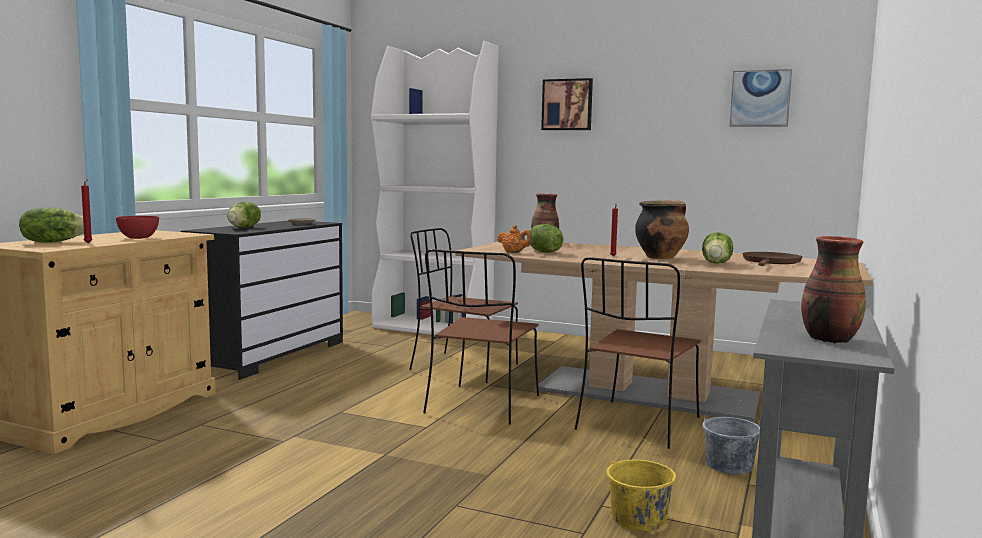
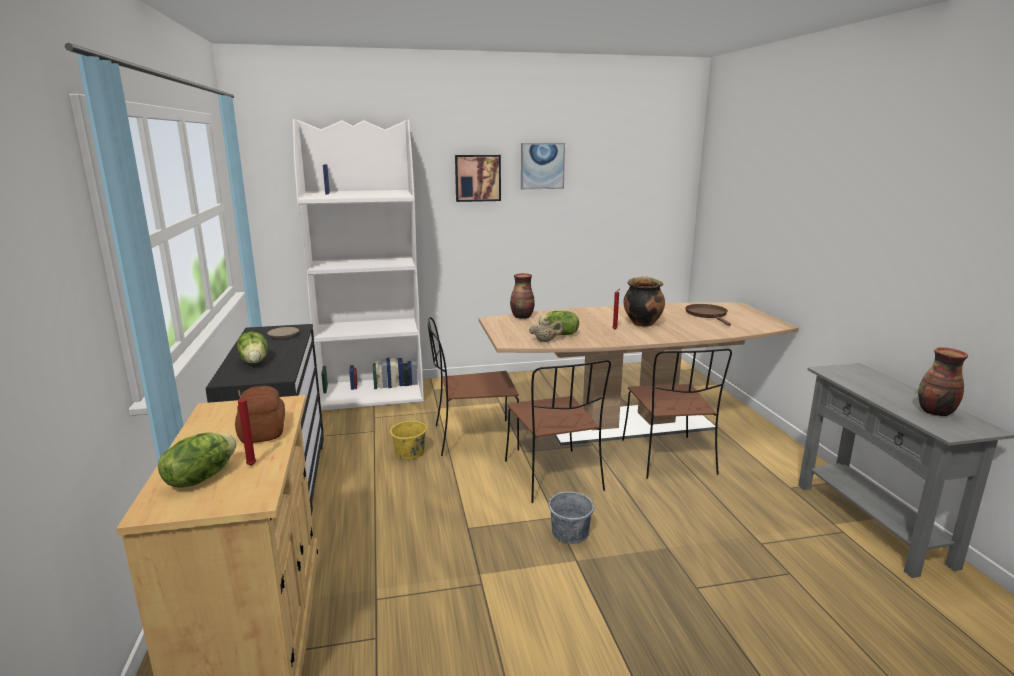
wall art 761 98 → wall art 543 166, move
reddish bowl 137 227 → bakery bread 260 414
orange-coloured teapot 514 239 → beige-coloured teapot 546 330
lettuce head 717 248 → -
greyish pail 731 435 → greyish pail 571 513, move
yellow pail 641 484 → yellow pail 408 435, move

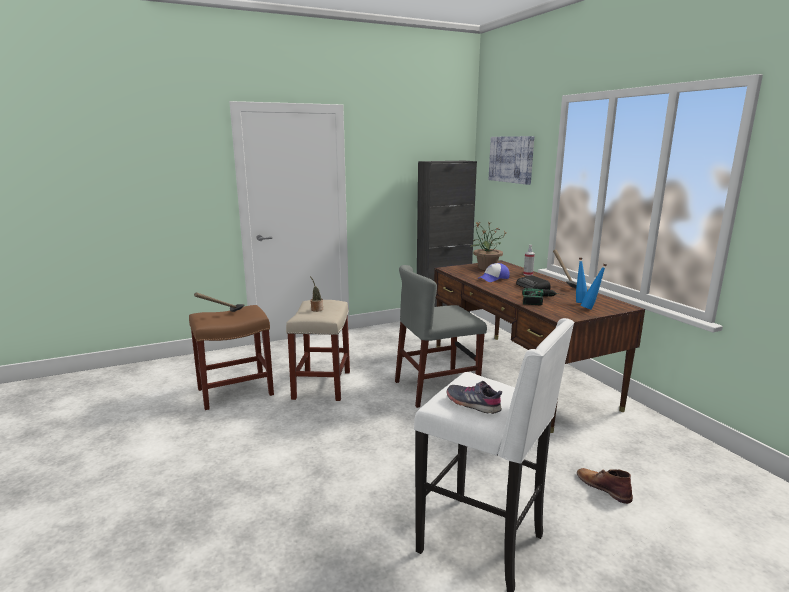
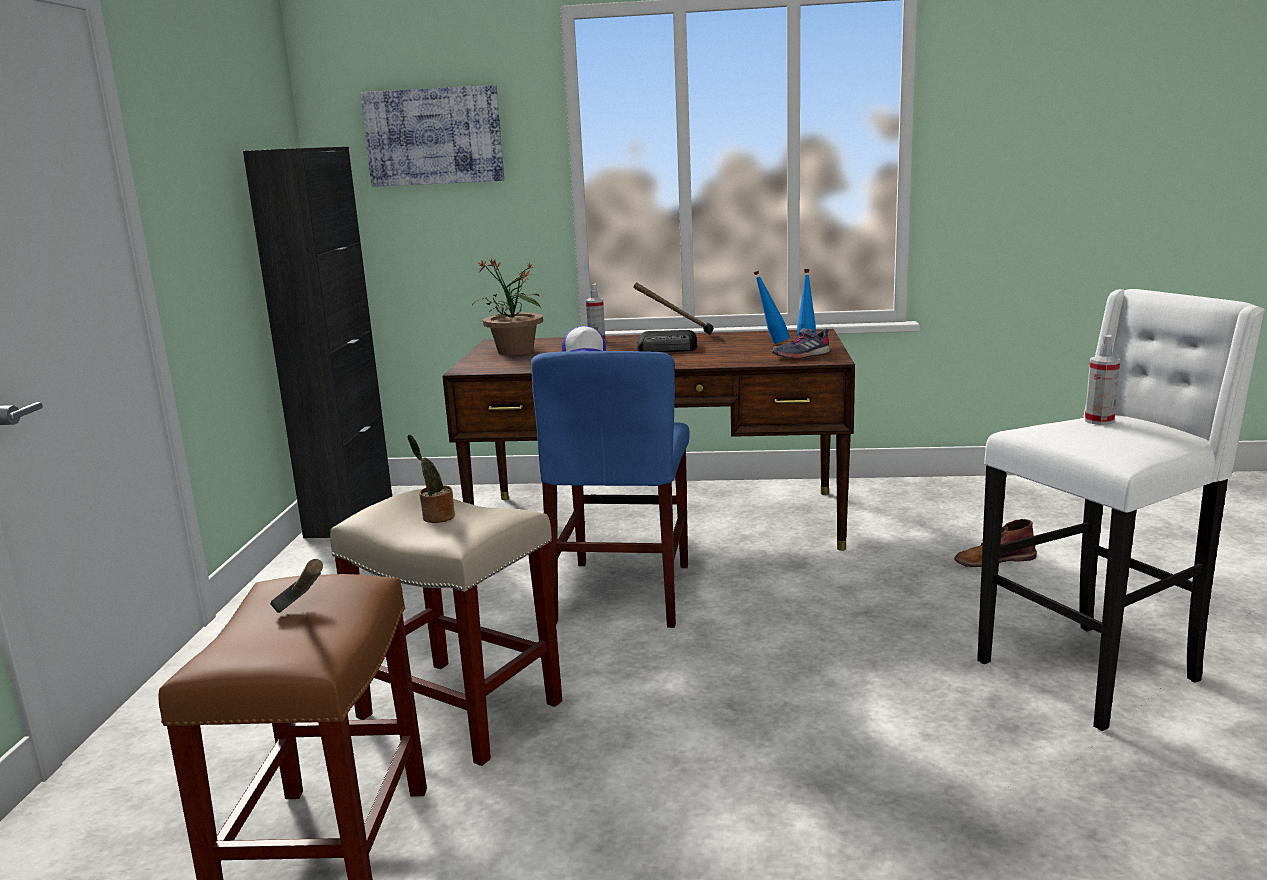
greyish upright chair 441 336 → blue upright chair 610 489
drill 540 296 → -
greyish low shoe 474 397 → greyish low shoe 801 343, move
- → hand sprayer 1102 380

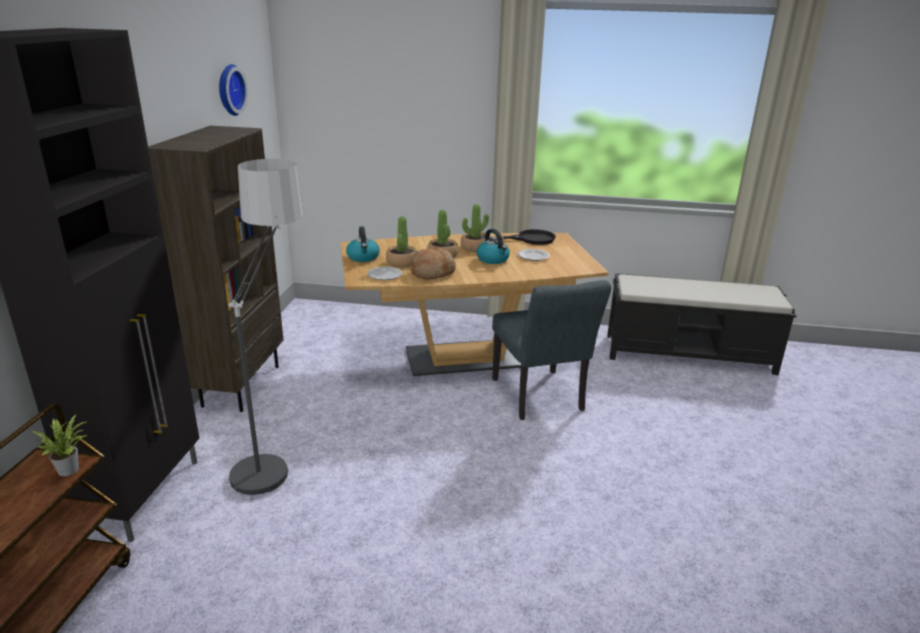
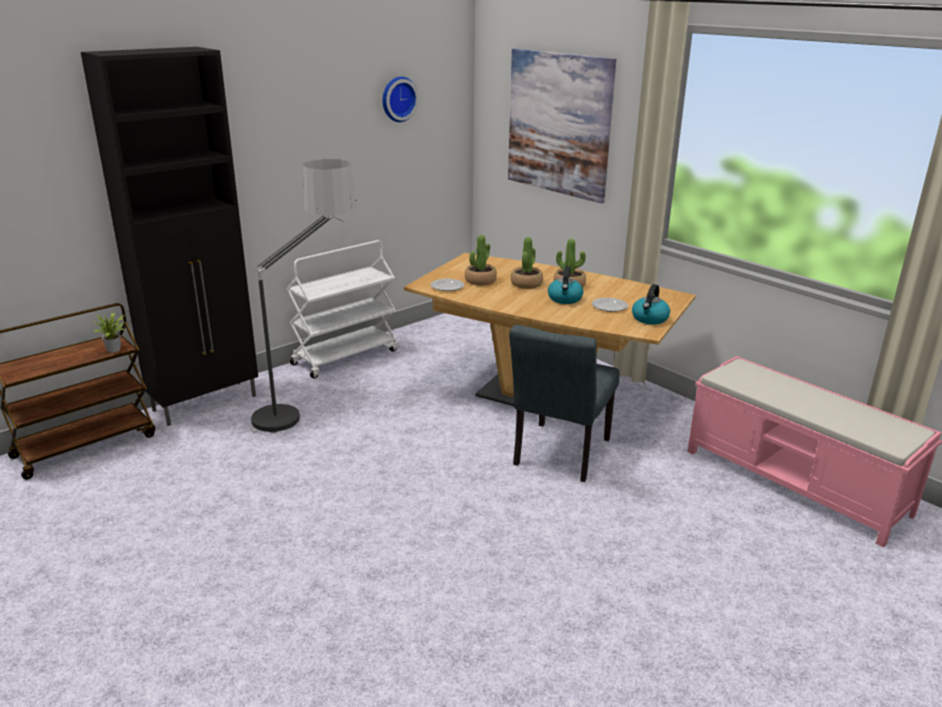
brownish bookshelf 215 269 → whitish trolley 342 309
kettle 363 244 → kettle 651 304, move
blackish pan 523 237 → -
bakery bread 433 263 → -
blackish bench 702 324 → pinkish bench 814 451
- → wall art 562 126

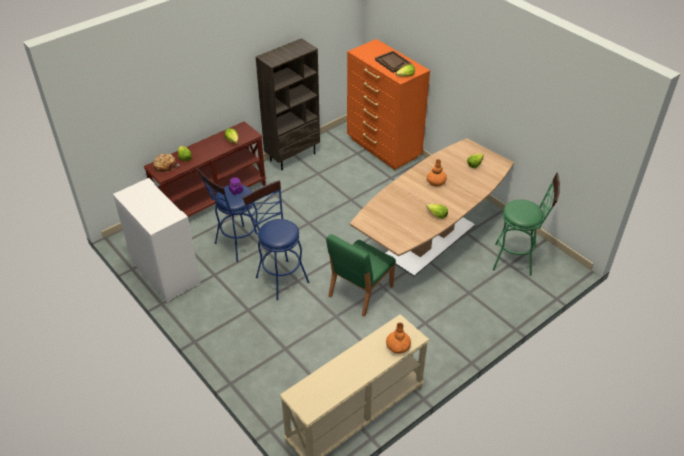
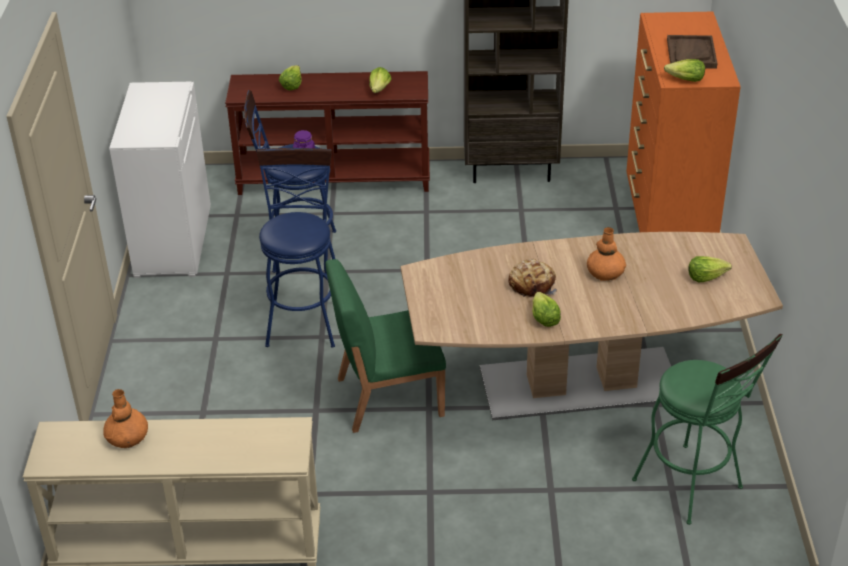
bakery bread 166 163 → bakery bread 532 278, move
orange-coloured decorative vase 398 338 → orange-coloured decorative vase 125 419, move

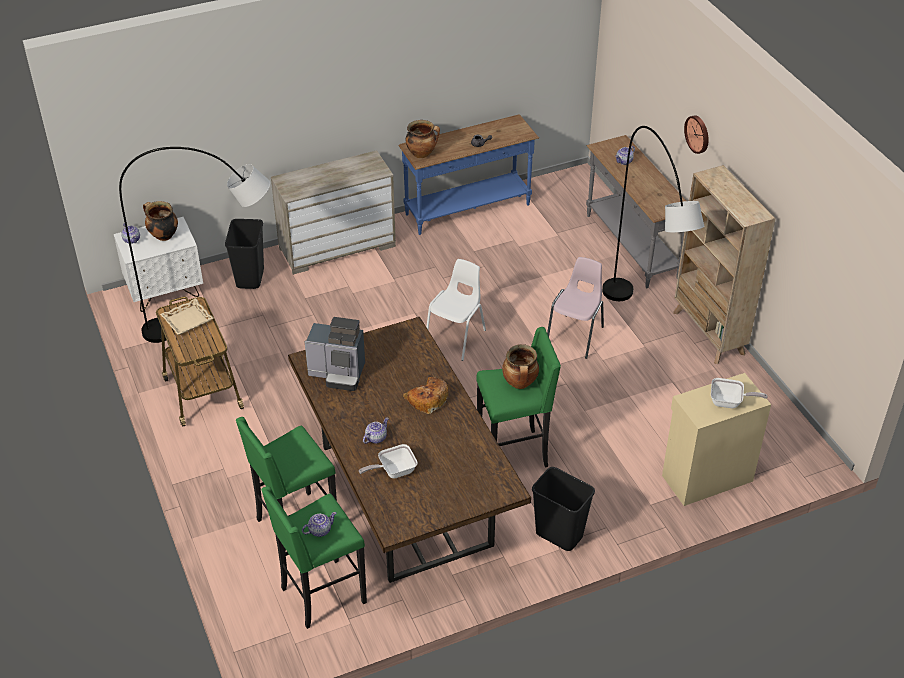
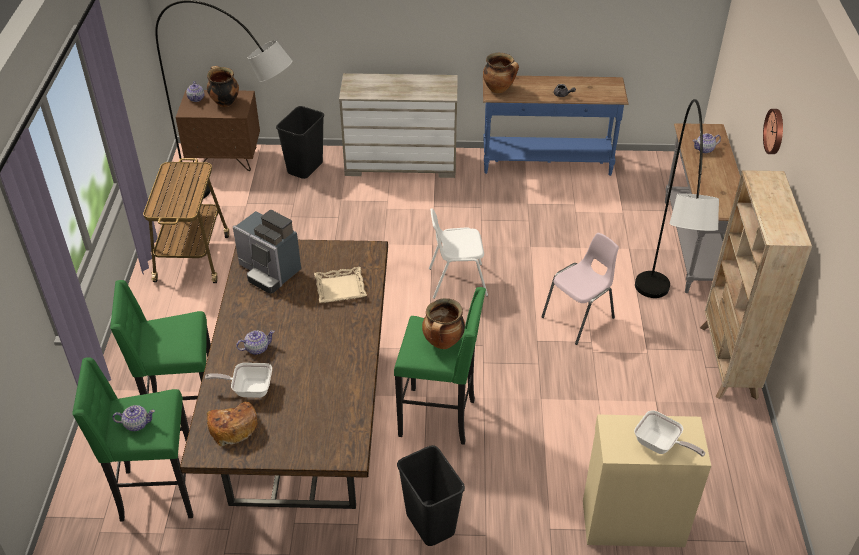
whitish nightstand 158 264 → brownish nightstand 217 130
whitish upright chair 456 310 → whitish upright chair 458 253, 150 degrees counterclockwise
beige-coloured serving tray 187 316 → beige-coloured serving tray 340 285, move
bakery bread 425 395 → bakery bread 232 423, move

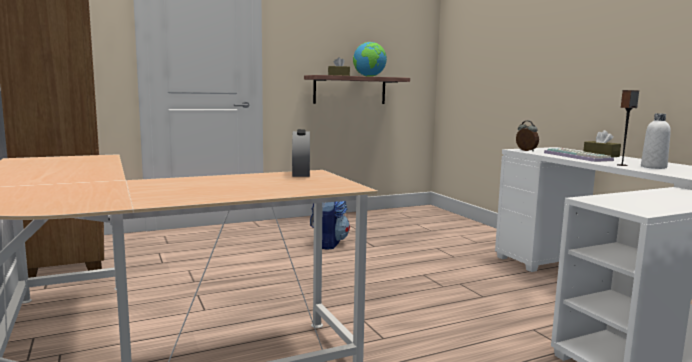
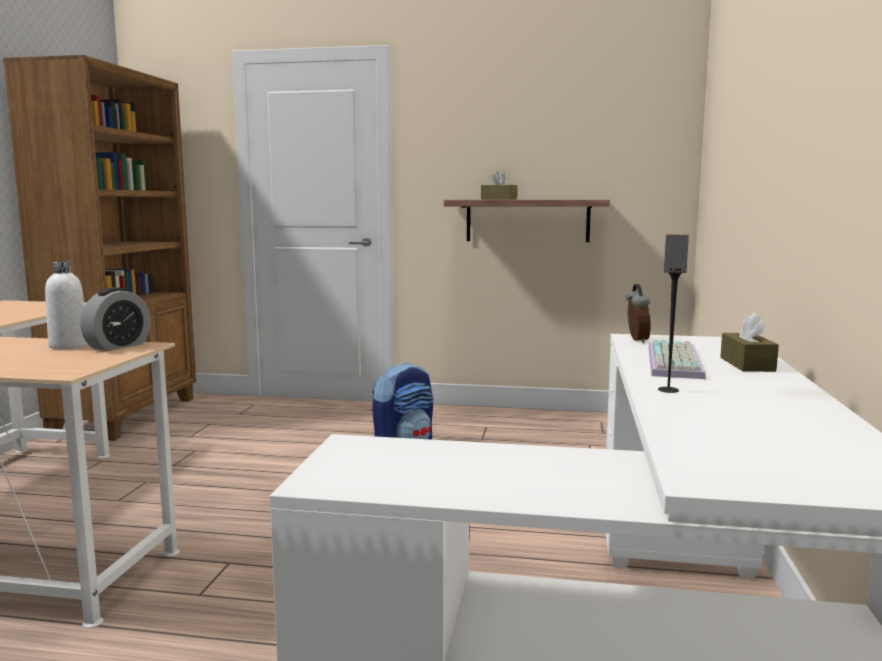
globe 370 59 → -
whitish drink bottle 656 141 → whitish drink bottle 66 305, move

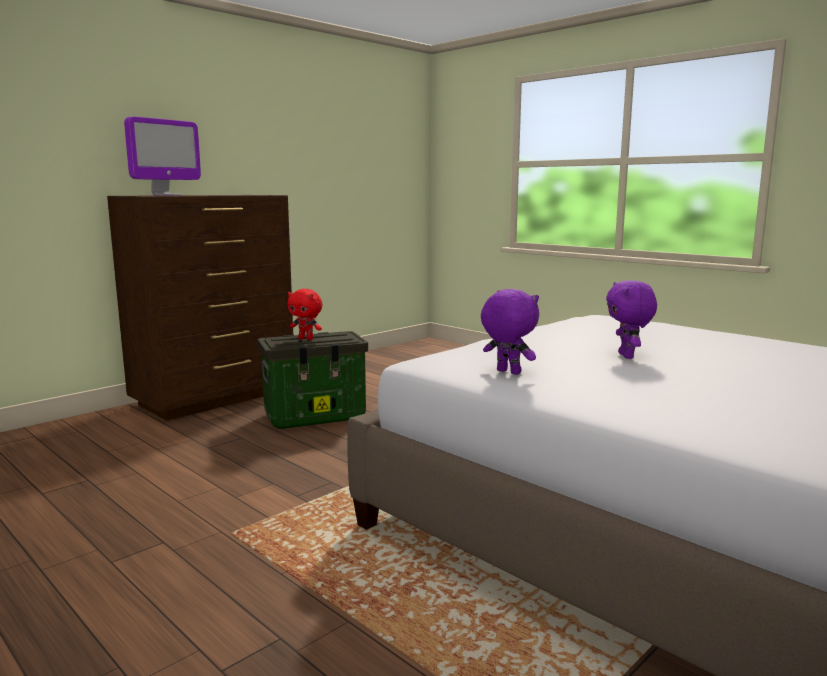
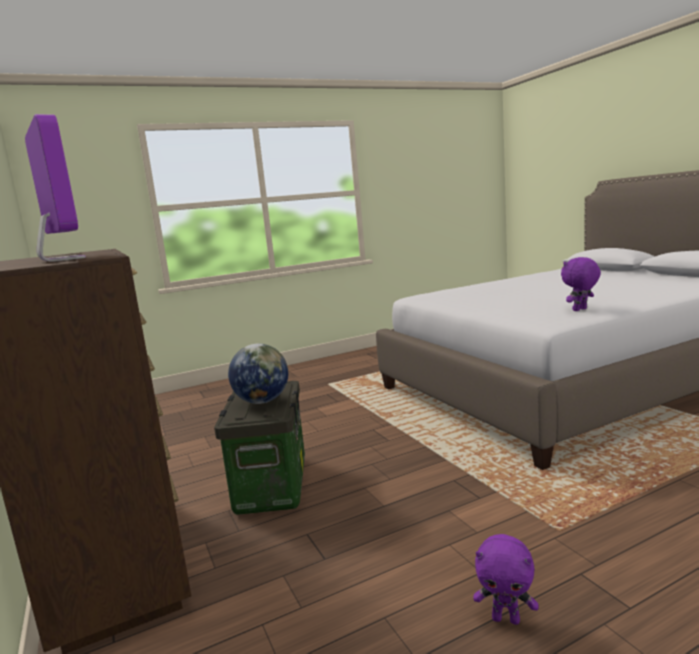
purplish cuddly toy 631 319 → purplish cuddly toy 506 579, move
reddish cuddly toy 304 314 → globe 258 374

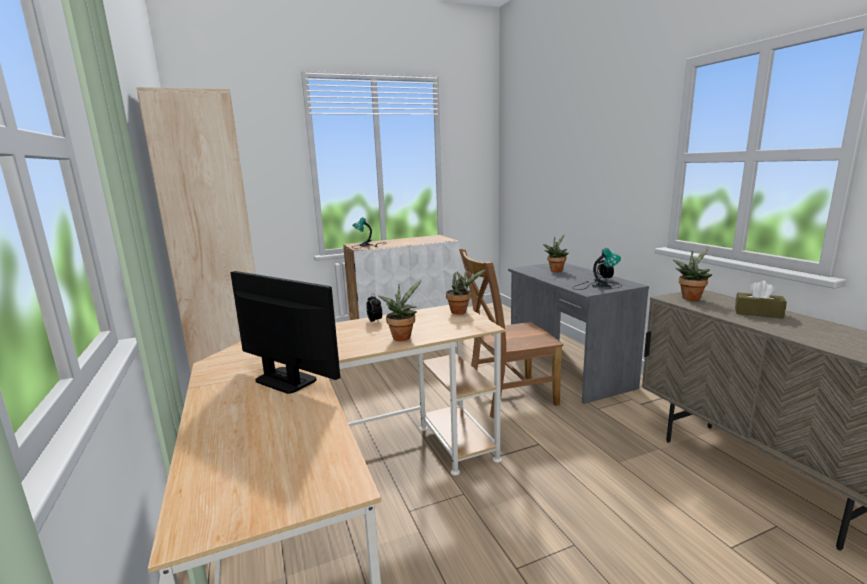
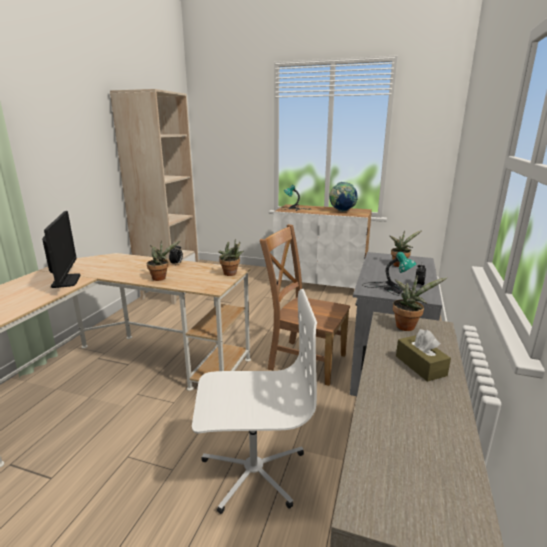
- → globe 343 197
- → whitish computer chair 254 401

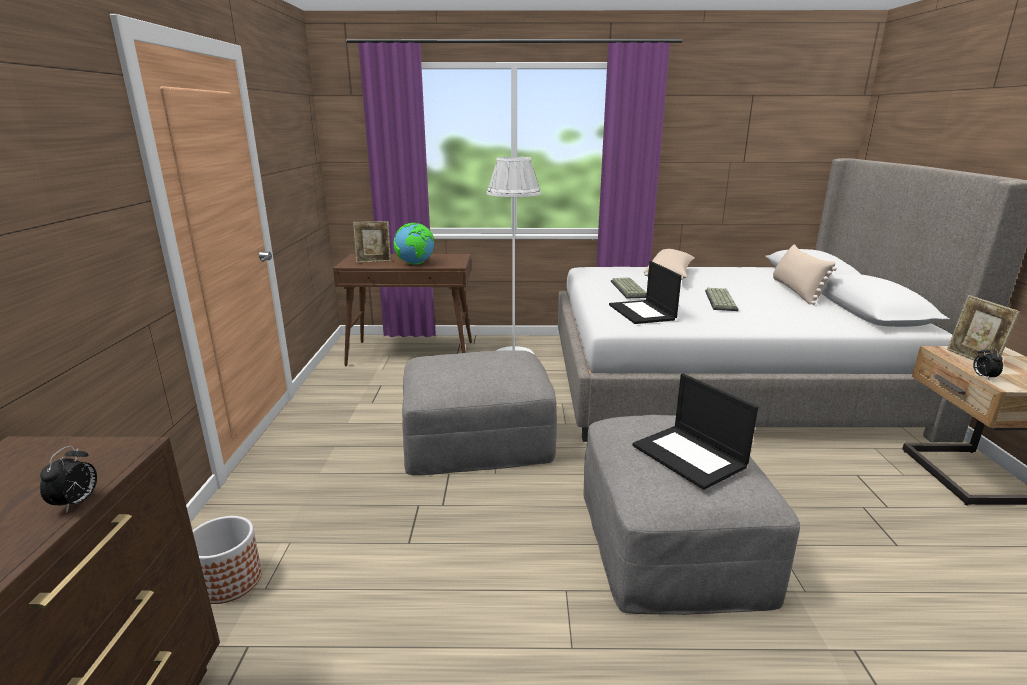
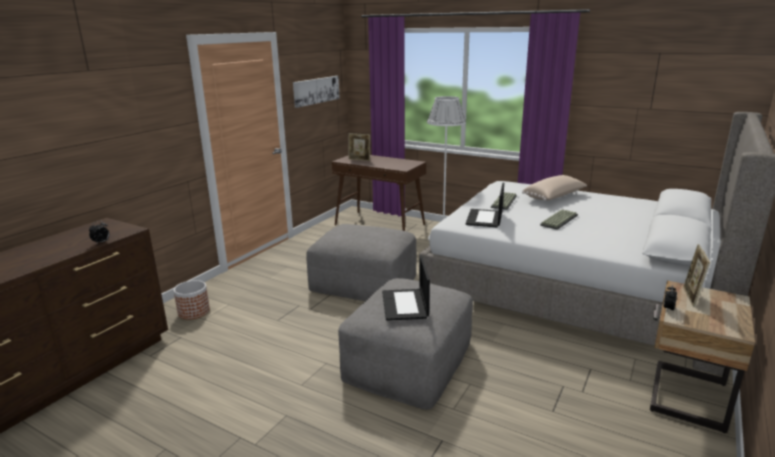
globe 414 244 → -
beige-coloured cushion 805 274 → -
- → wall art 316 92

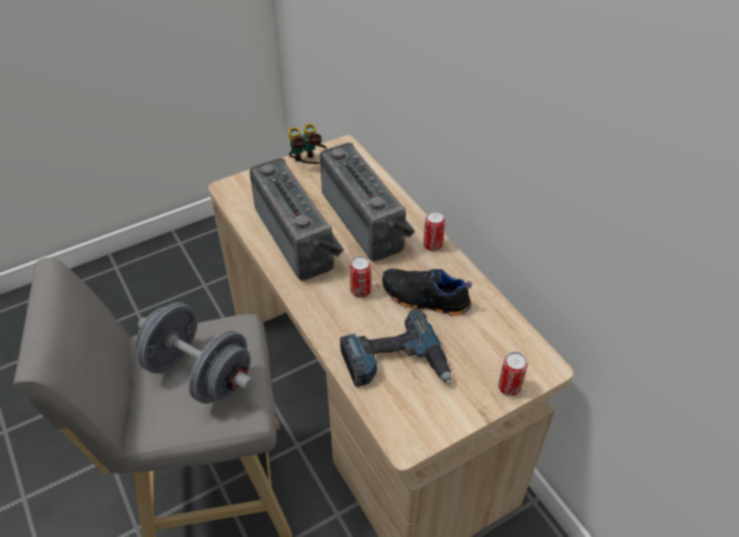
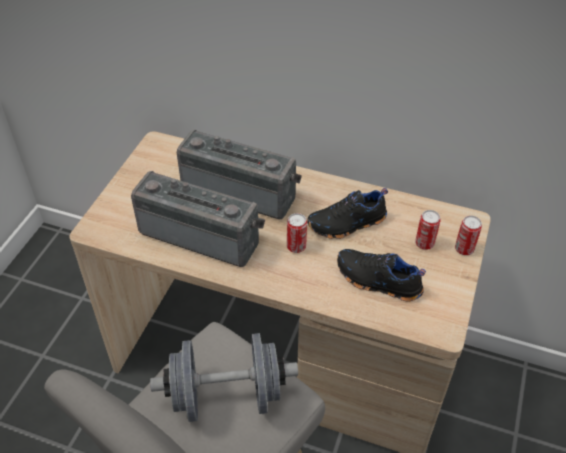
field glasses 307 144 → -
sealed can 434 231 → sealed can 428 230, move
drill 395 348 → blackish low shoe 381 275

